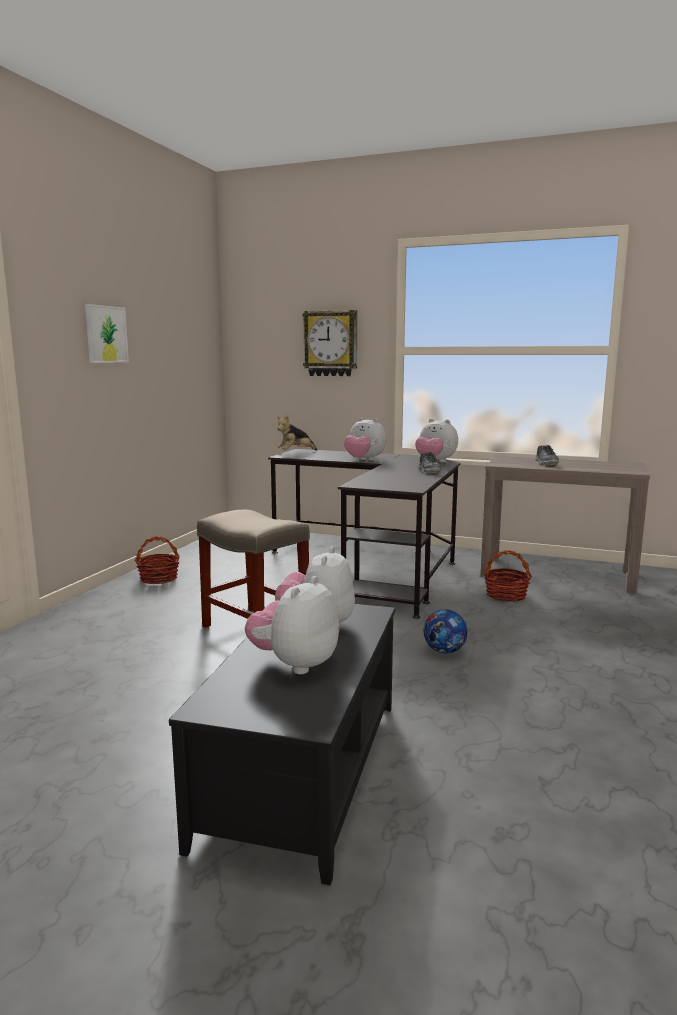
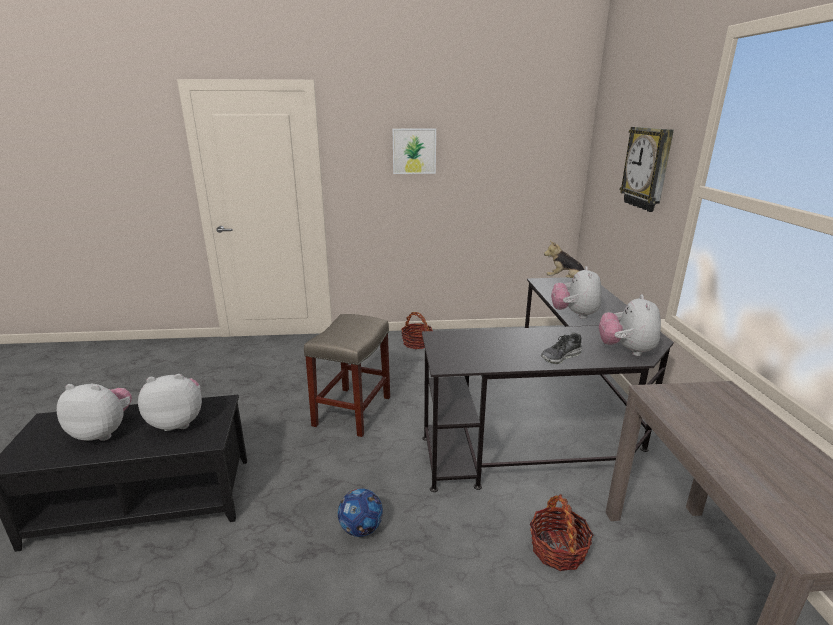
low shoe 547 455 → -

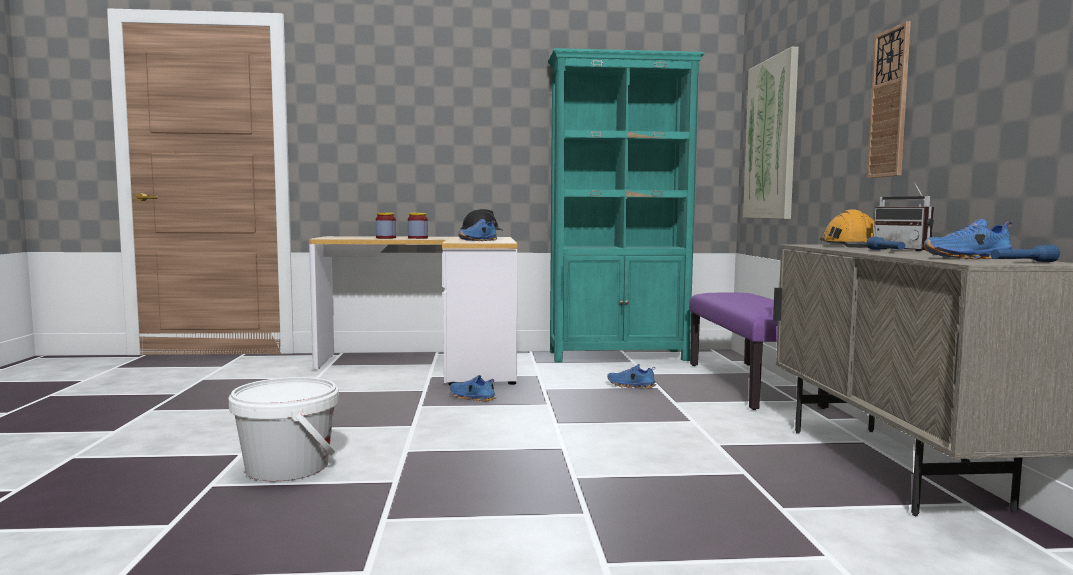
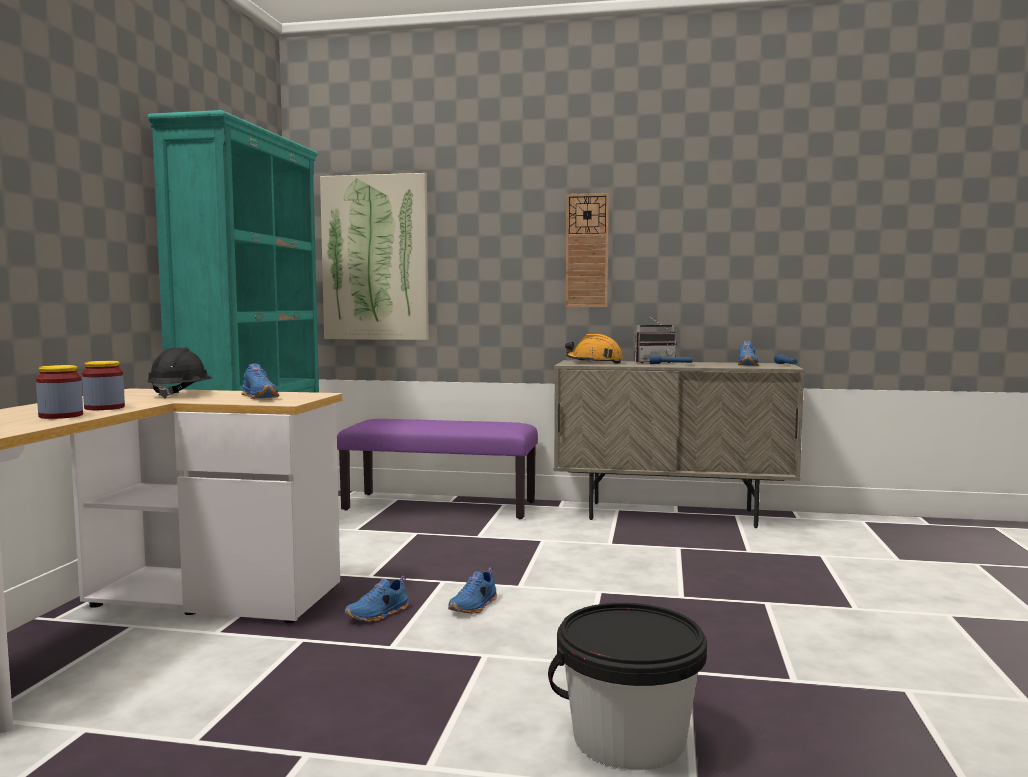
blue low shoe 631 376 → blue low shoe 472 591, move
whitish pail 284 429 → blackish pail 627 686

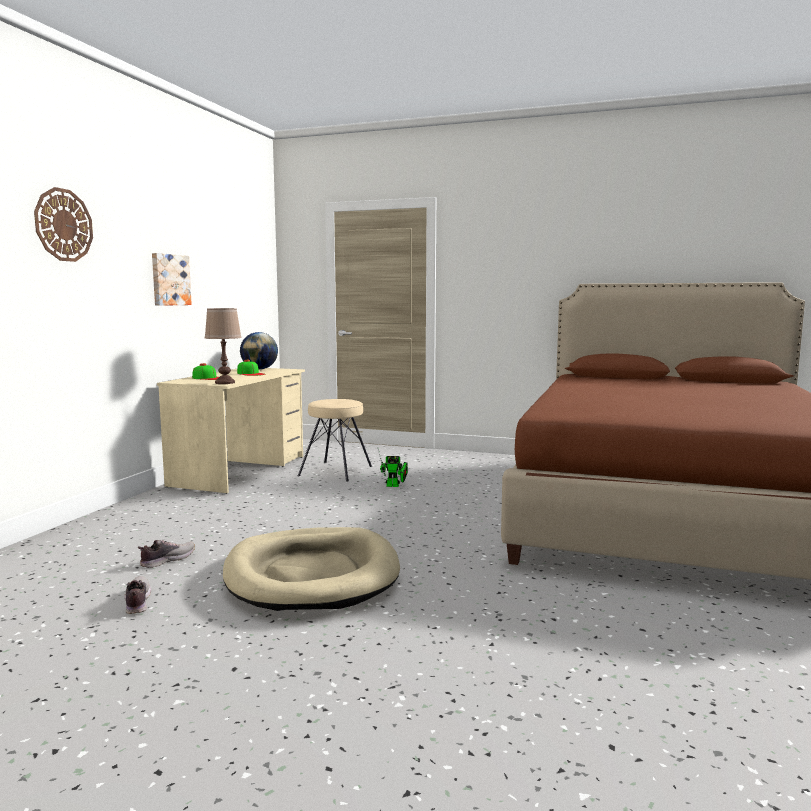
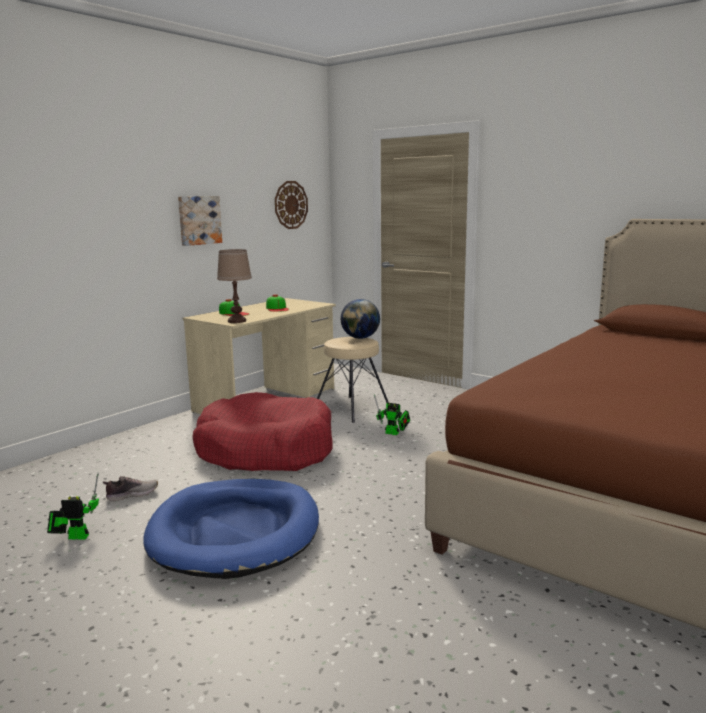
wall clock 63 224 → wall clock 291 205, move
globe 259 351 → globe 360 319, move
beige-coloured pet bed 311 569 → blue pet bed 231 529
low shoe 137 595 → model robot 73 506
- → reddish pet bed 262 431

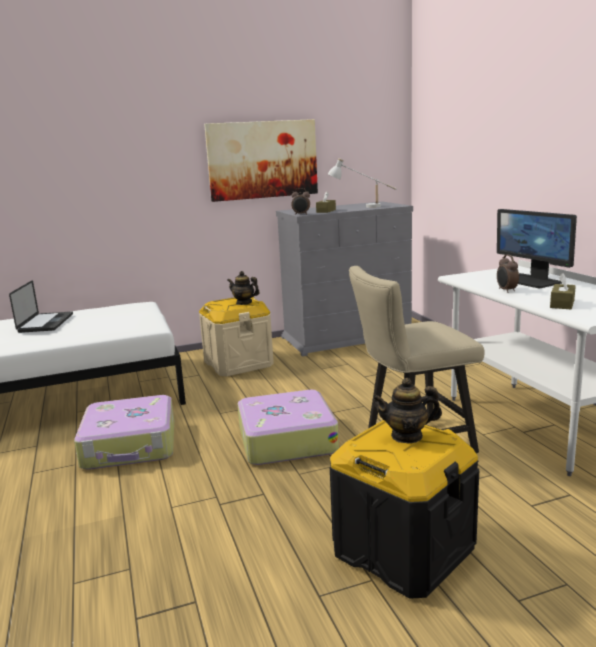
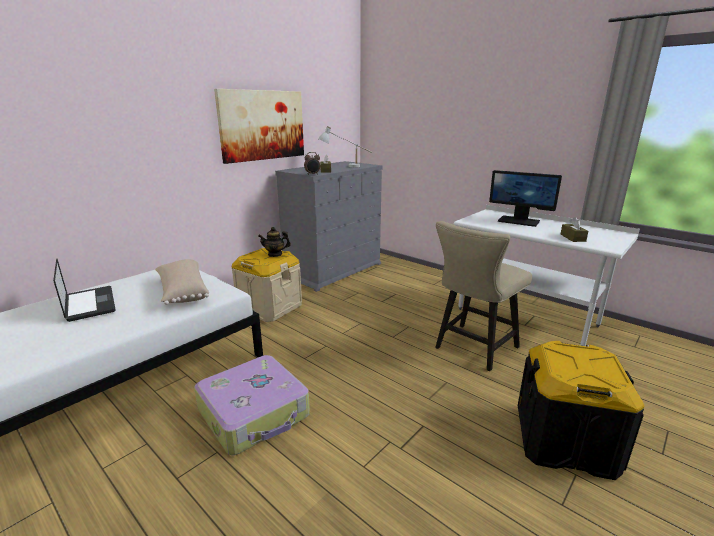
bedside clock 508 273 → -
teapot 407 410 → -
travel case 288 427 → -
- → beige-coloured cushion 182 282

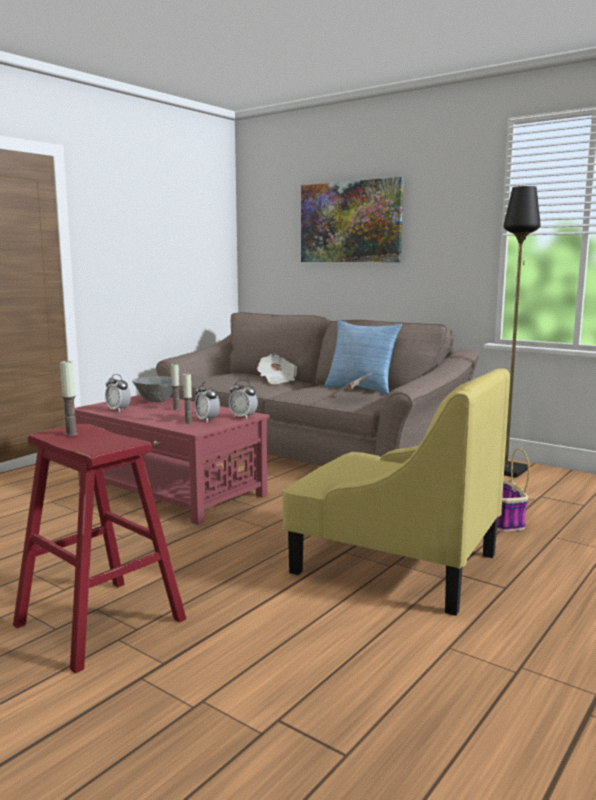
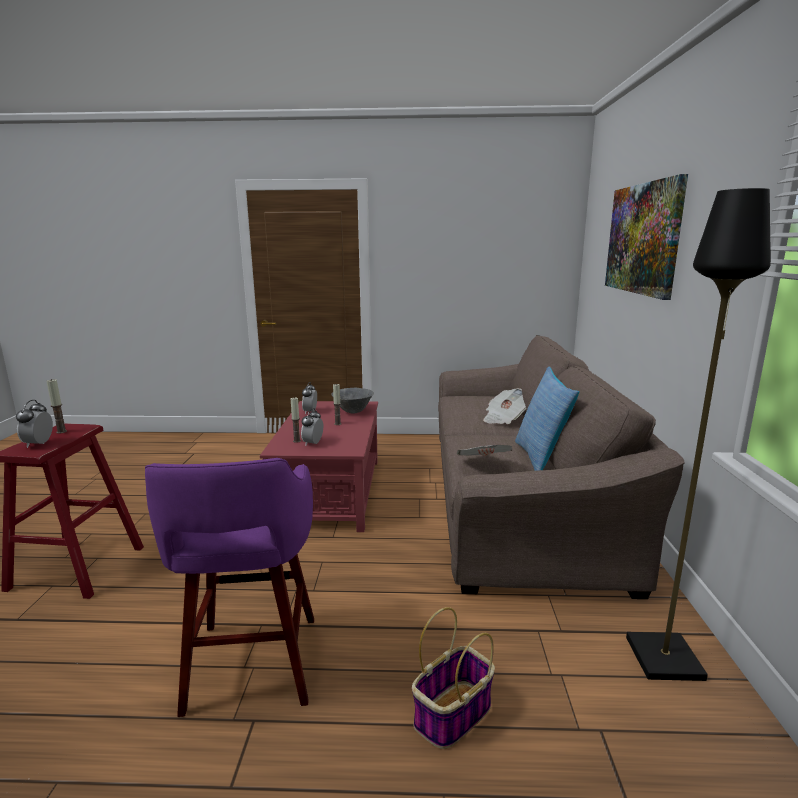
yellow lounge chair 396 492 → purplish stool seat 229 587
bedside clock 243 399 → bedside clock 34 424, move

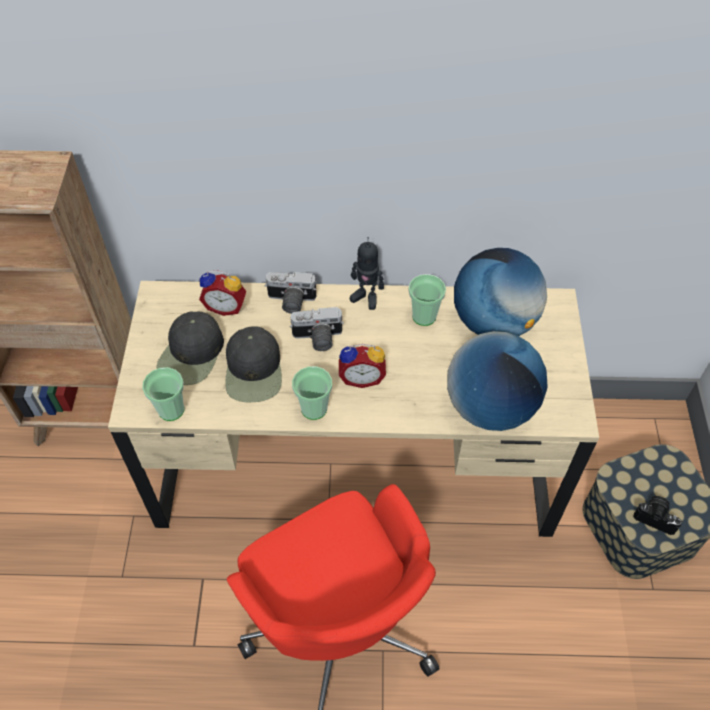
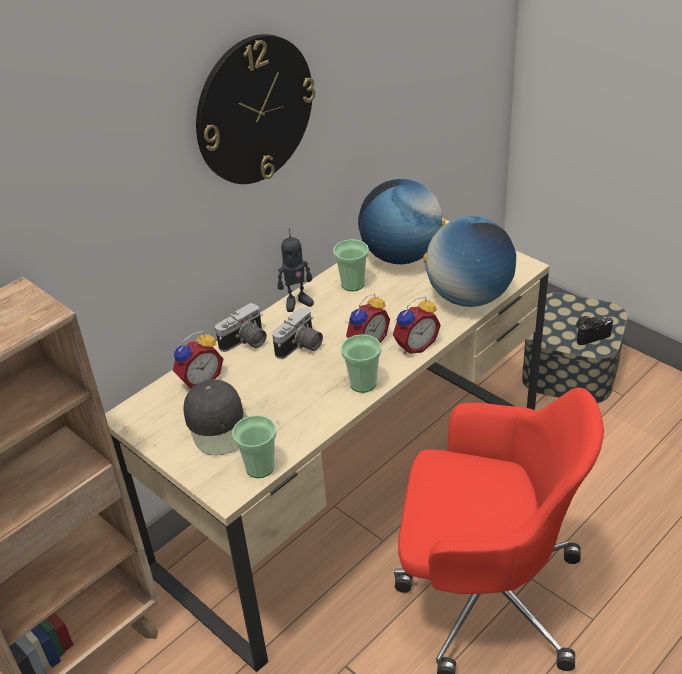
blackish peaked cap 253 364 → -
- → wall clock 255 109
- → bedside clock 417 325

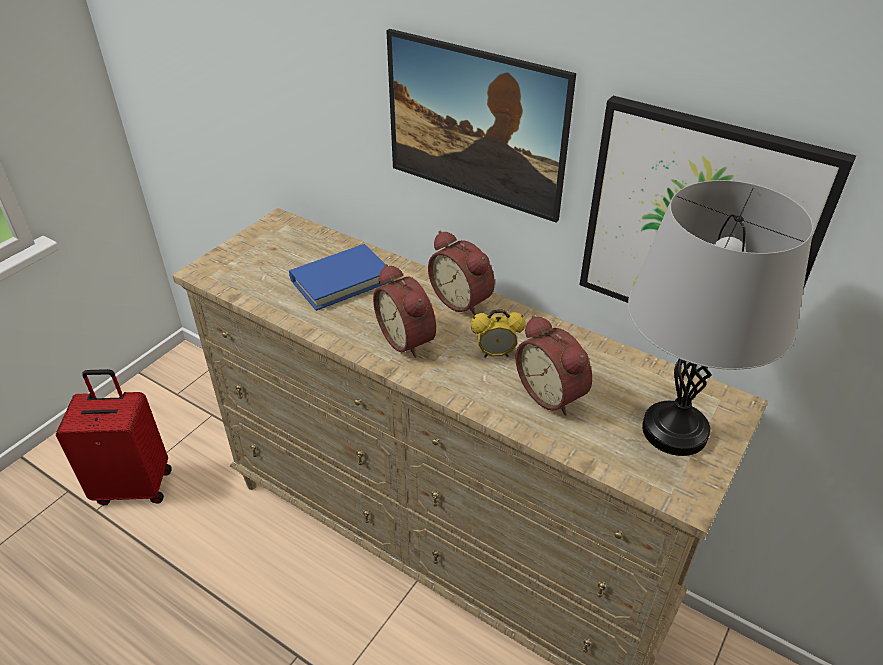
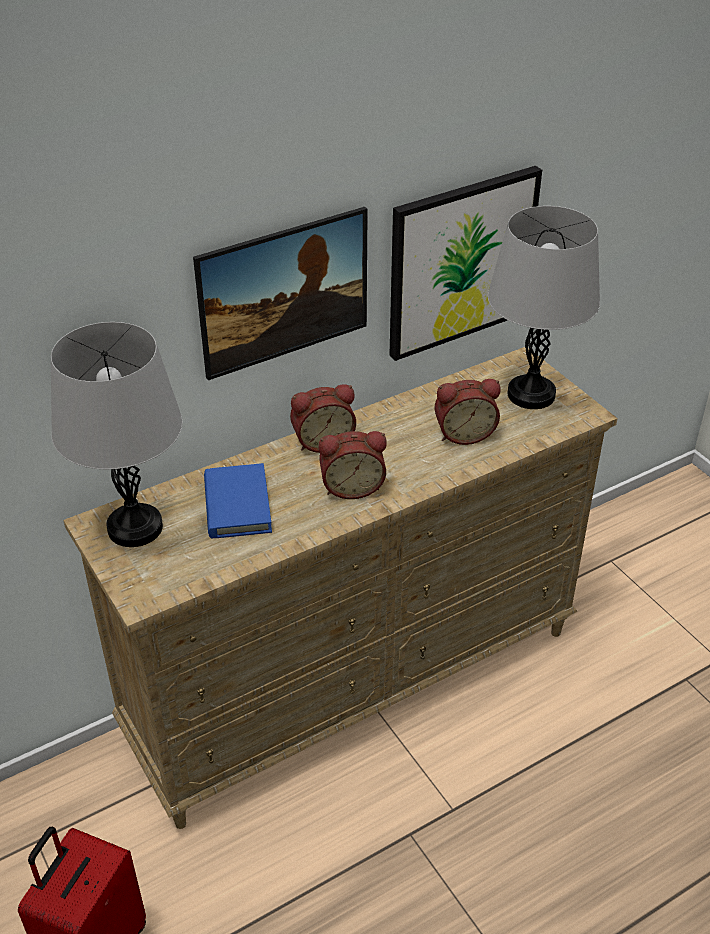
bedside clock 498 333 → -
- → greyish lamp for a table 117 434

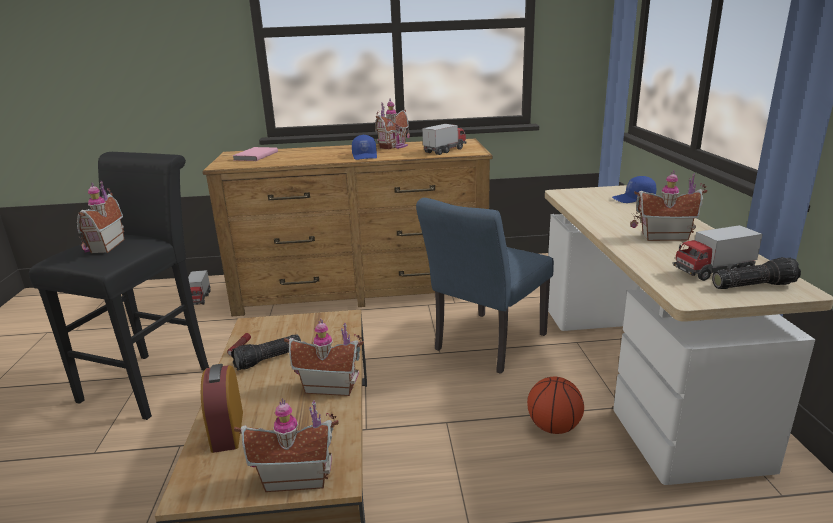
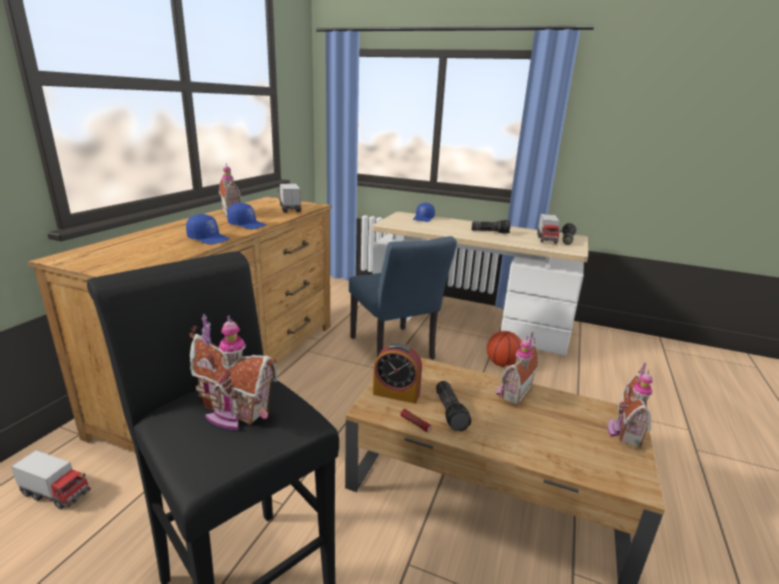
pinkish bound book 255 154 → -
toy house 668 205 → torch 491 227
bedside clock 222 408 → bedside clock 397 373, move
- → blue peaked cap 208 229

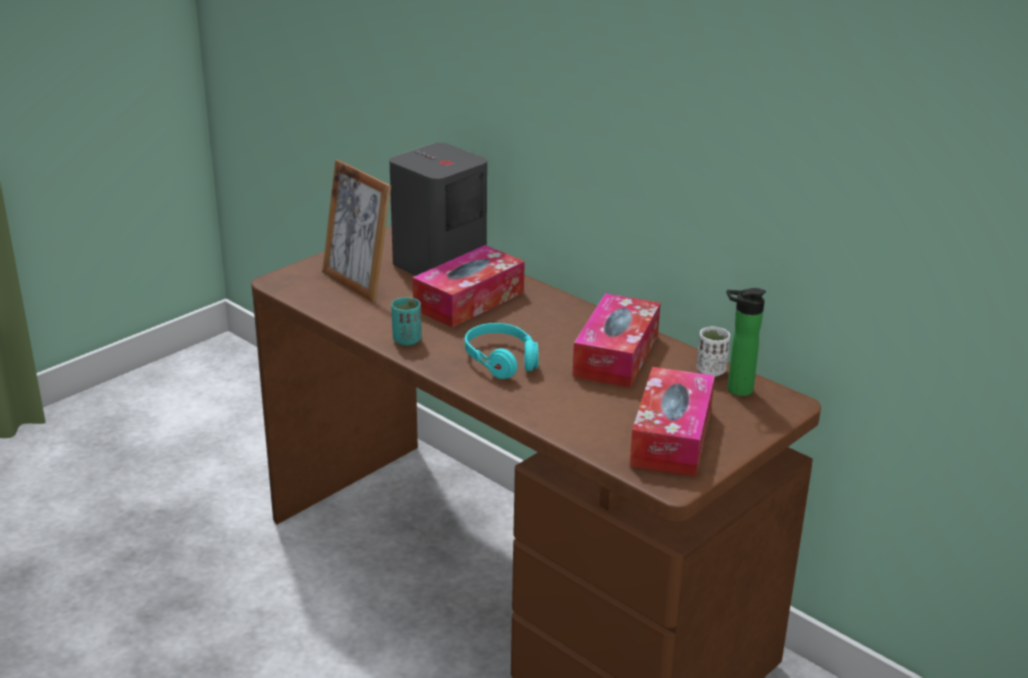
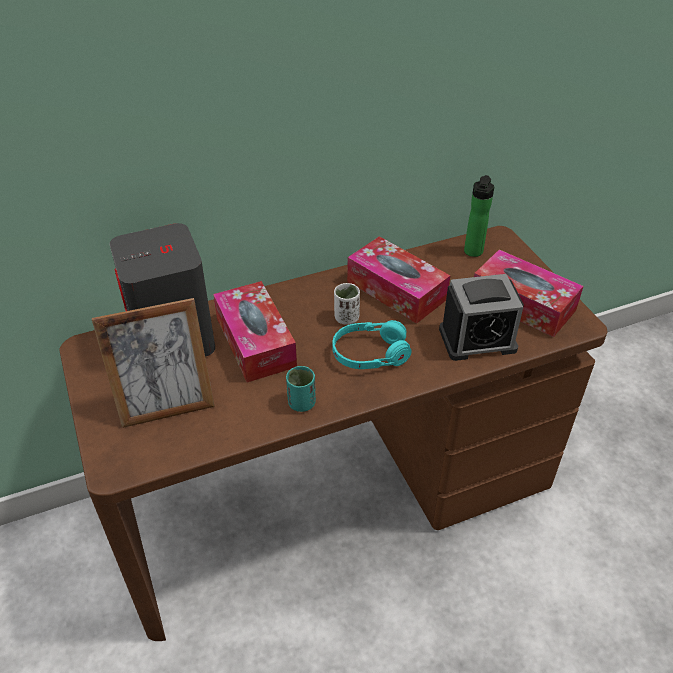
whitish cup 713 352 → whitish cup 347 304, move
- → bedside clock 481 317

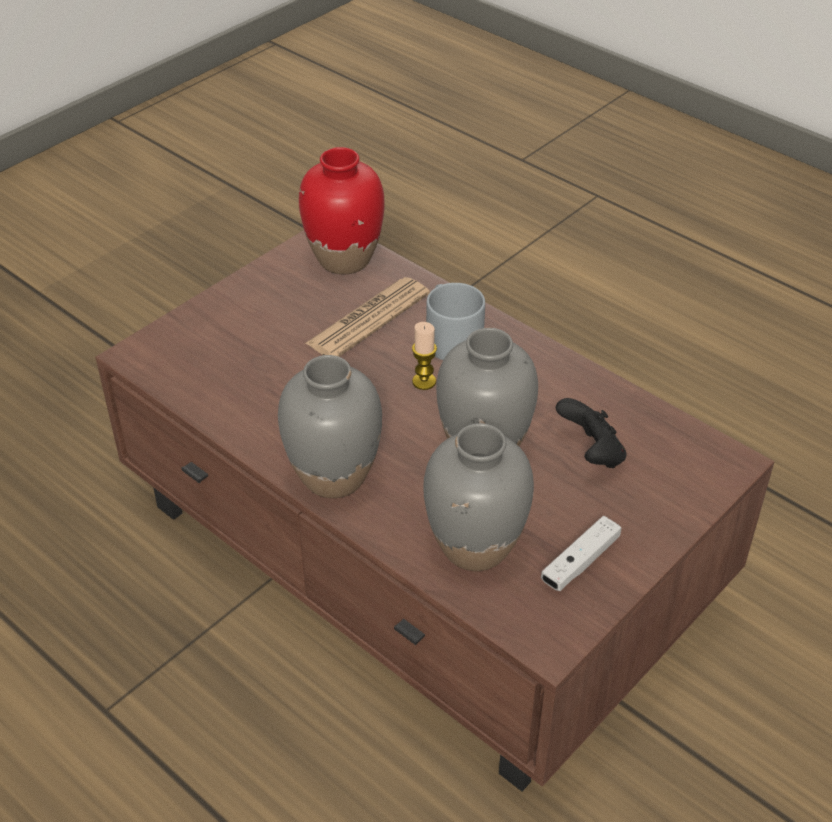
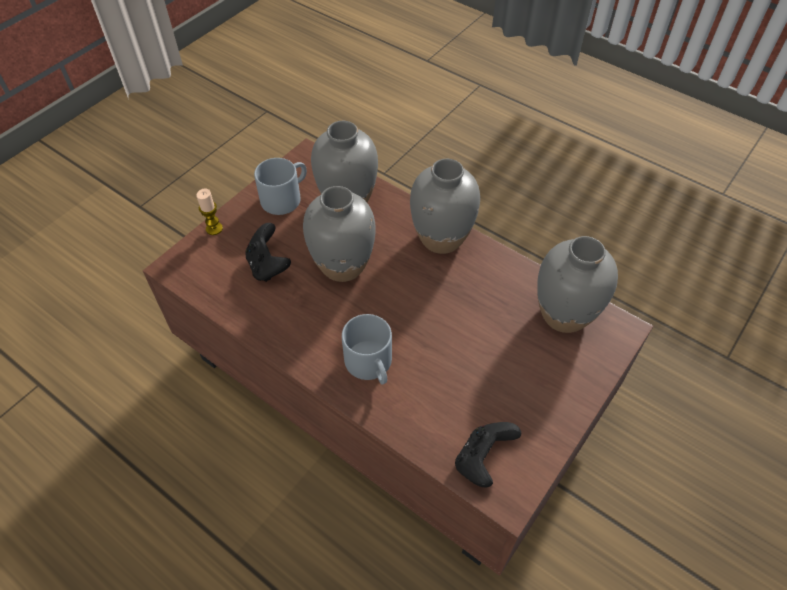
reddish decorative vase 342 210 → blackish gamepad 488 455
daily paper 367 317 → -
candle 424 356 → candle 209 211, move
whitish gamepad 581 553 → greyish tea mug 280 186
- → greyish decorative vase 577 284

